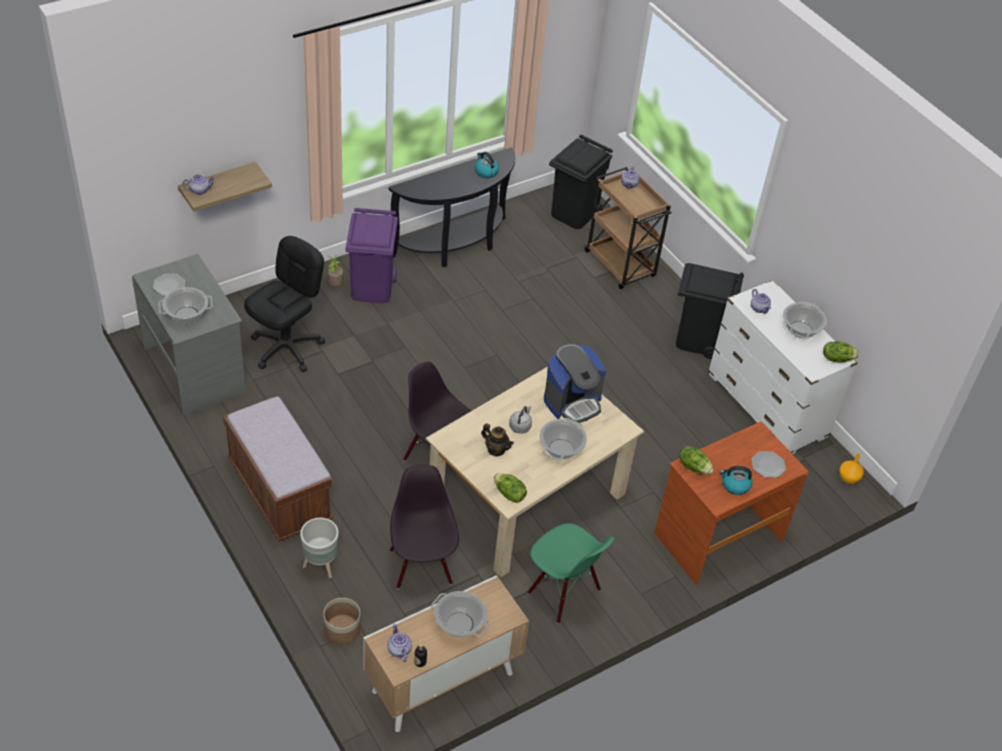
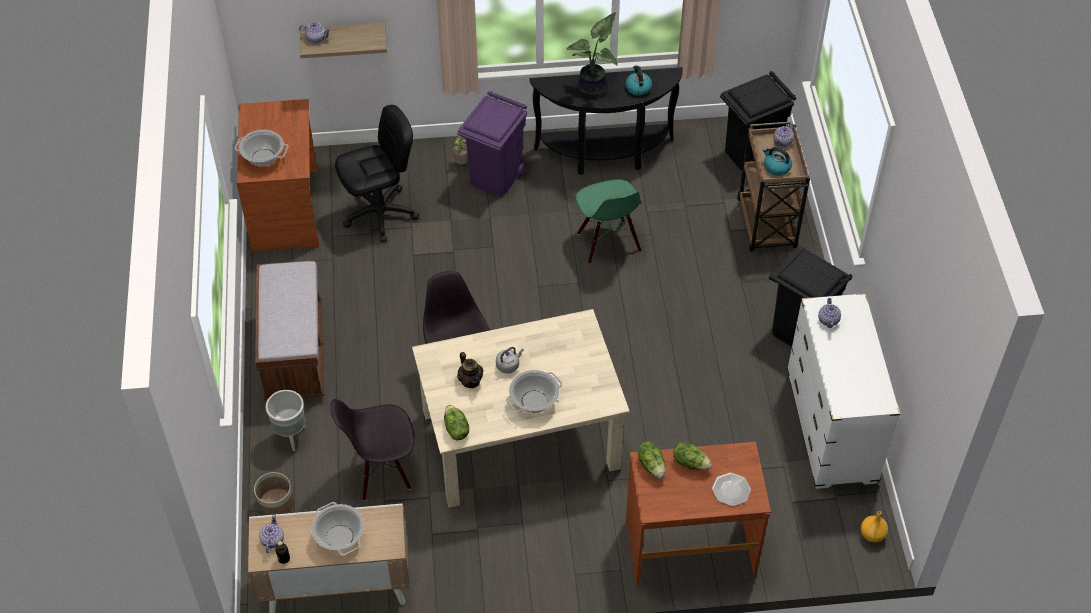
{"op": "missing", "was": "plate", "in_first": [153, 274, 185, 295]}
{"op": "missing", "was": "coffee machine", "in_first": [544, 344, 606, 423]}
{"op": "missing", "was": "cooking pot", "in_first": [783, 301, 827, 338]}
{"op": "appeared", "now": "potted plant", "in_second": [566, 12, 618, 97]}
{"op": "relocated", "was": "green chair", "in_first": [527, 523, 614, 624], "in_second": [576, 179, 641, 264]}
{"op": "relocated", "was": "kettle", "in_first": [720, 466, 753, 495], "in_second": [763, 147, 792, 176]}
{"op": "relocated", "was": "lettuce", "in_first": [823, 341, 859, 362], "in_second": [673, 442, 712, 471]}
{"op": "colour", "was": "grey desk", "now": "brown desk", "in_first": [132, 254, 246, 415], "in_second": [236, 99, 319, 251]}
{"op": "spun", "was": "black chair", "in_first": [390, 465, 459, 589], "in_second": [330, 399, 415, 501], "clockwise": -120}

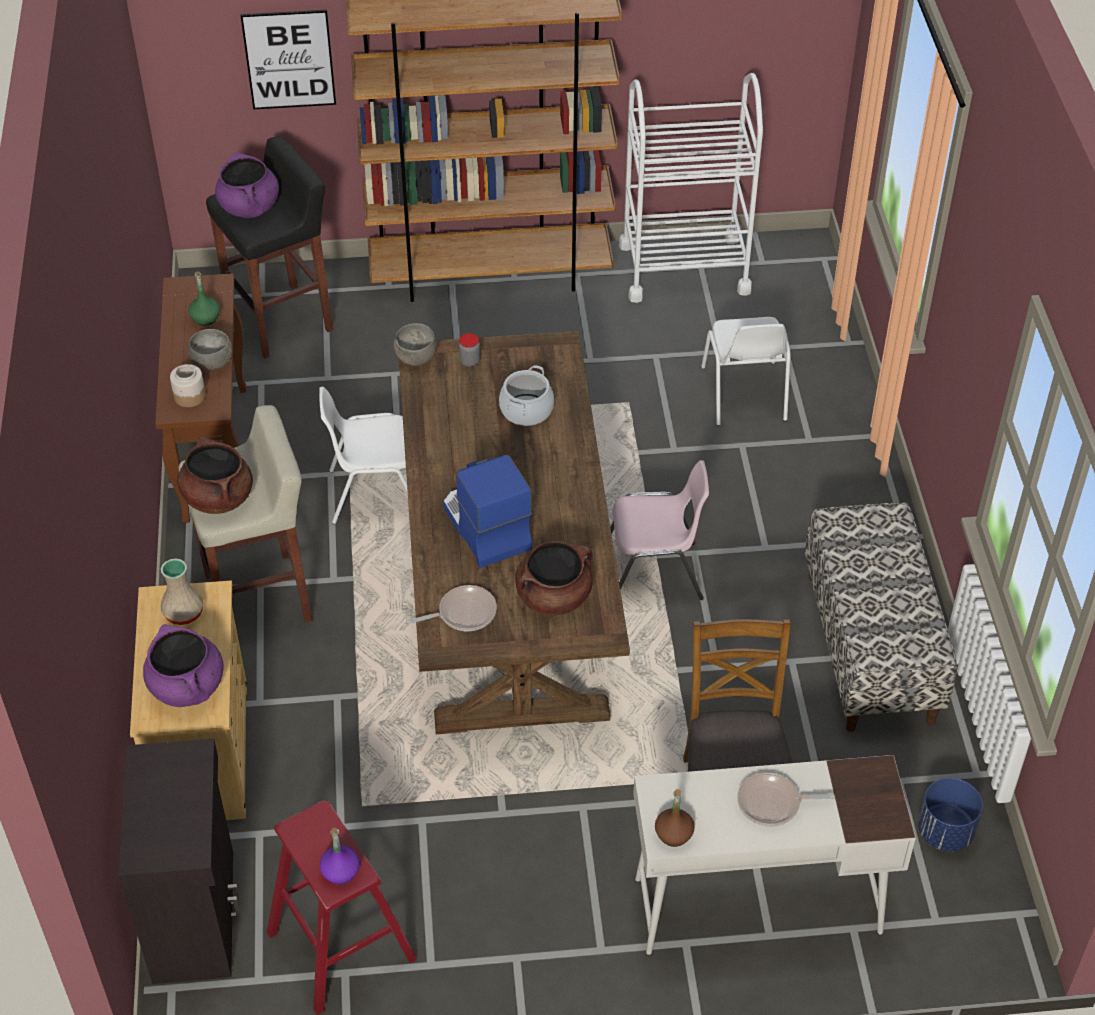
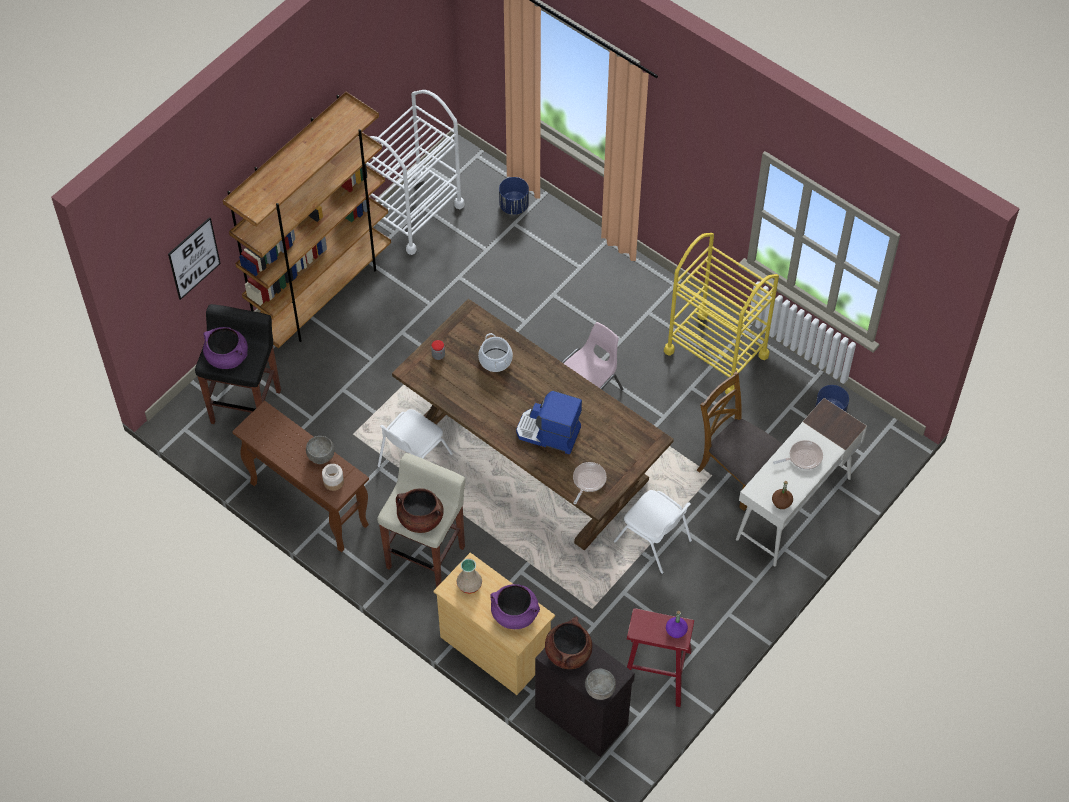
{"op": "missing", "was": "green bottle", "in_first": [188, 271, 220, 326]}
{"op": "appeared", "now": "blue planter", "in_second": [499, 177, 529, 215]}
{"op": "relocated", "was": "grey bowl", "in_first": [393, 323, 437, 366], "in_second": [585, 669, 616, 700]}
{"op": "relocated", "was": "brown cooking pot", "in_first": [515, 541, 593, 615], "in_second": [545, 617, 592, 669]}
{"op": "relocated", "was": "white chair", "in_first": [701, 317, 791, 426], "in_second": [614, 490, 692, 574]}
{"op": "exchanged", "was": "bench", "now": "yellow cart", "in_first": [805, 503, 957, 732], "in_second": [664, 233, 779, 395]}
{"op": "spun", "was": "frying pan", "in_first": [737, 772, 835, 827], "in_second": [773, 440, 823, 470], "clockwise": -150}

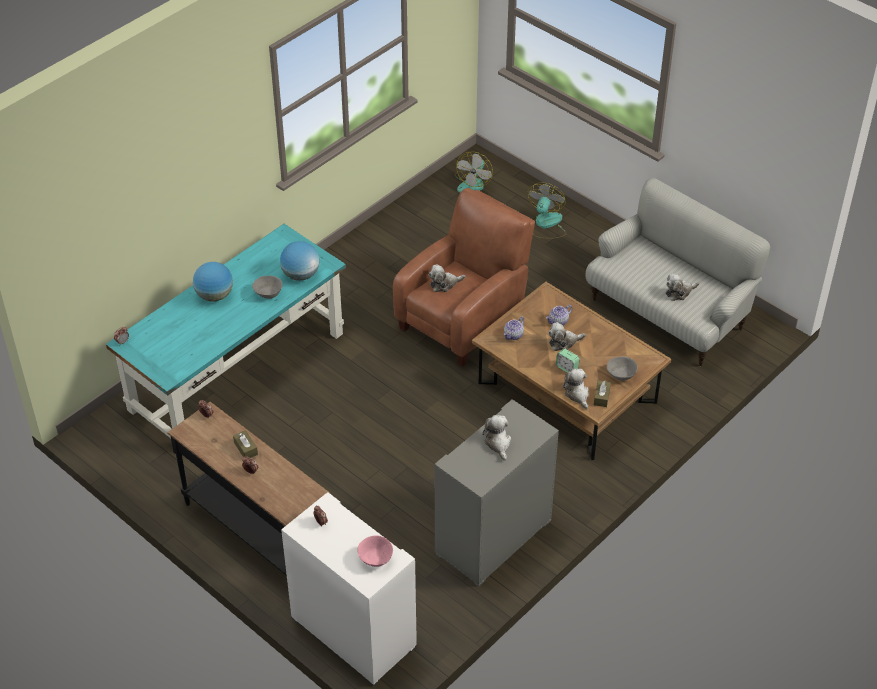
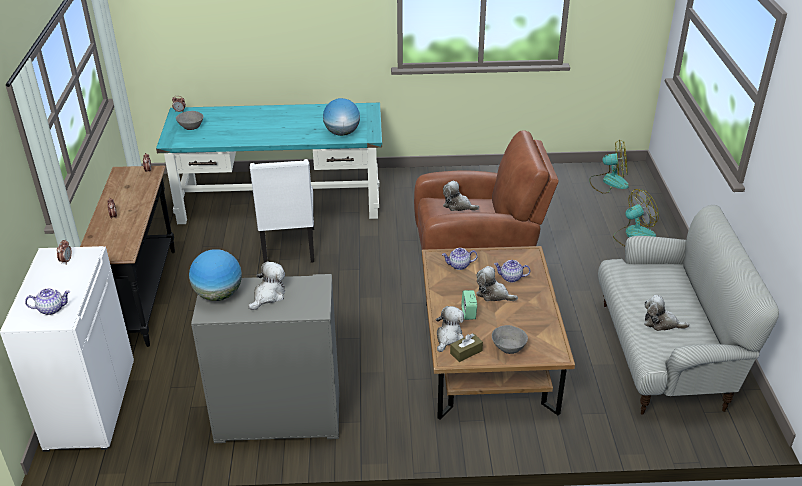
{"op": "missing", "was": "brown tissue box", "in_first": [233, 430, 258, 458]}
{"op": "appeared", "now": "white chair", "in_second": [250, 159, 314, 263]}
{"op": "relocated", "was": "globe", "in_first": [193, 262, 233, 301], "in_second": [189, 249, 242, 301]}
{"op": "relocated", "was": "grey bowl", "in_first": [252, 276, 283, 299], "in_second": [176, 111, 203, 130]}
{"op": "exchanged", "was": "pink bowl", "now": "teapot", "in_first": [357, 535, 393, 567], "in_second": [25, 288, 70, 315]}
{"op": "spun", "was": "fan", "in_first": [455, 152, 493, 193], "in_second": [589, 139, 629, 194], "clockwise": -150}

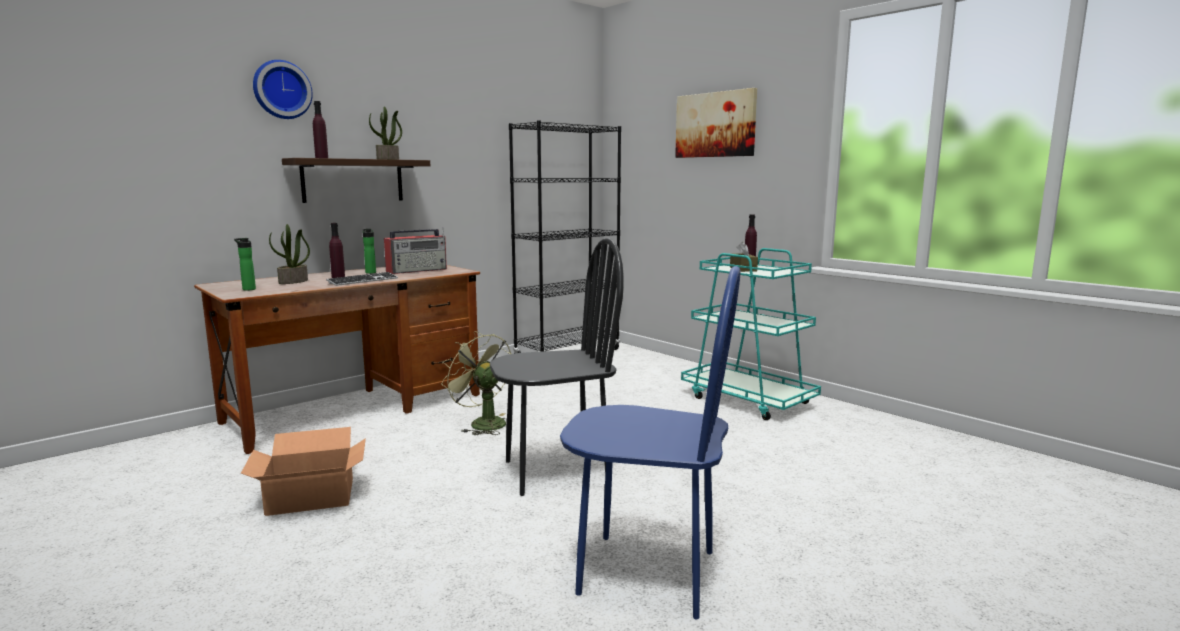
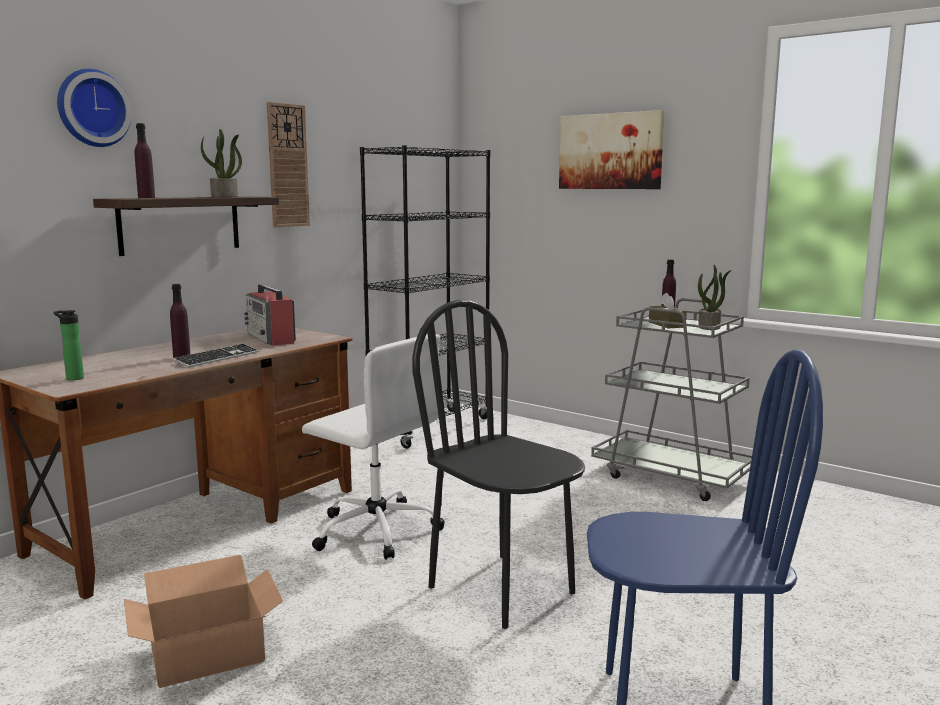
{"op": "missing", "was": "bottle", "in_first": [363, 229, 376, 274]}
{"op": "appeared", "now": "wall clock", "in_second": [267, 102, 310, 227]}
{"op": "relocated", "was": "potted plant", "in_first": [269, 224, 310, 284], "in_second": [698, 265, 731, 330]}
{"op": "exchanged", "was": "green fan", "now": "white office chair", "in_first": [441, 331, 511, 435], "in_second": [302, 334, 445, 560]}
{"op": "colour", "was": "turquoise cart", "now": "grey cart", "in_first": [681, 248, 821, 420], "in_second": [591, 298, 752, 501]}
{"op": "spun", "was": "radio", "in_first": [384, 227, 447, 274], "in_second": [244, 284, 296, 346], "clockwise": 105}
{"op": "spun", "was": "black chair", "in_first": [490, 238, 624, 496], "in_second": [412, 300, 586, 629], "clockwise": -105}

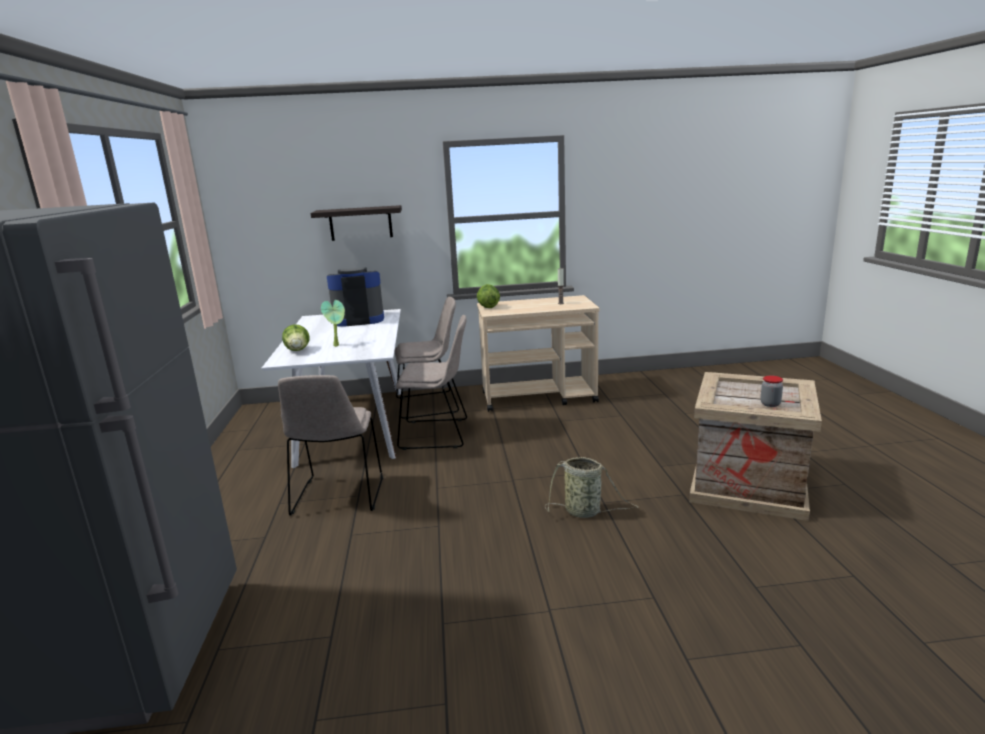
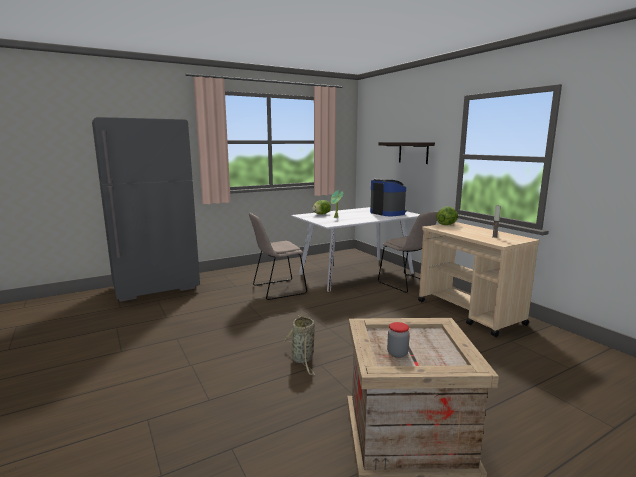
{"op": "missing", "was": "beige chair", "in_first": [396, 315, 467, 450]}

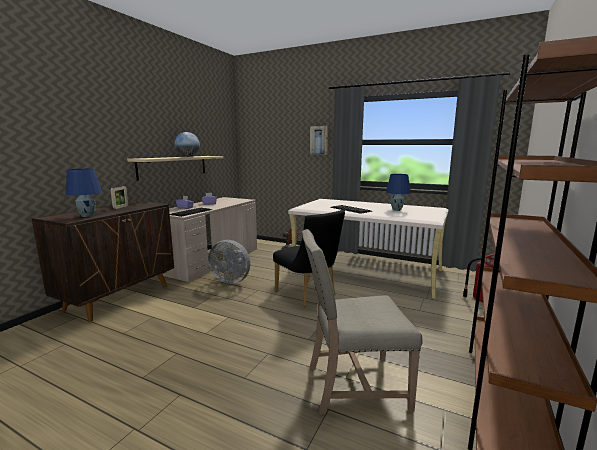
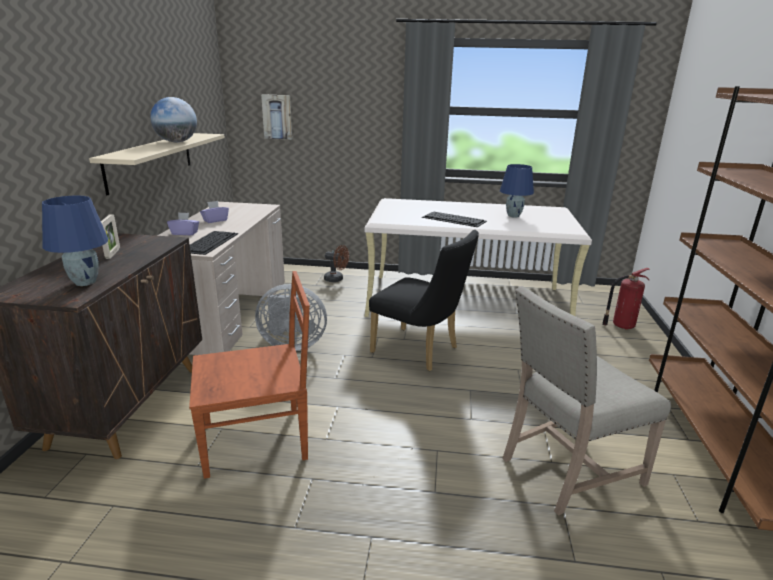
{"op": "appeared", "now": "brown chair", "in_second": [189, 271, 310, 479]}
{"op": "relocated", "was": "picture", "in_first": [310, 126, 328, 154], "in_second": [261, 94, 292, 140]}

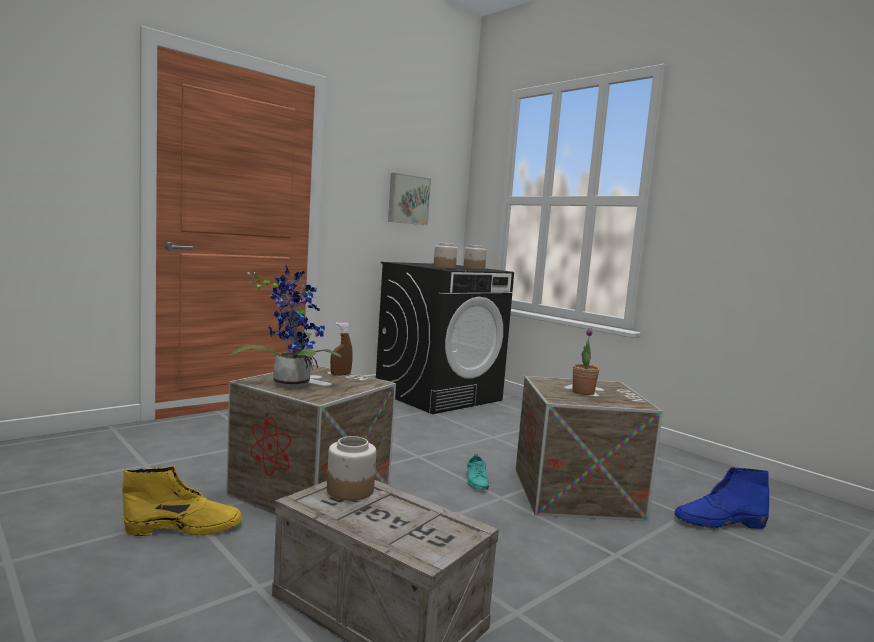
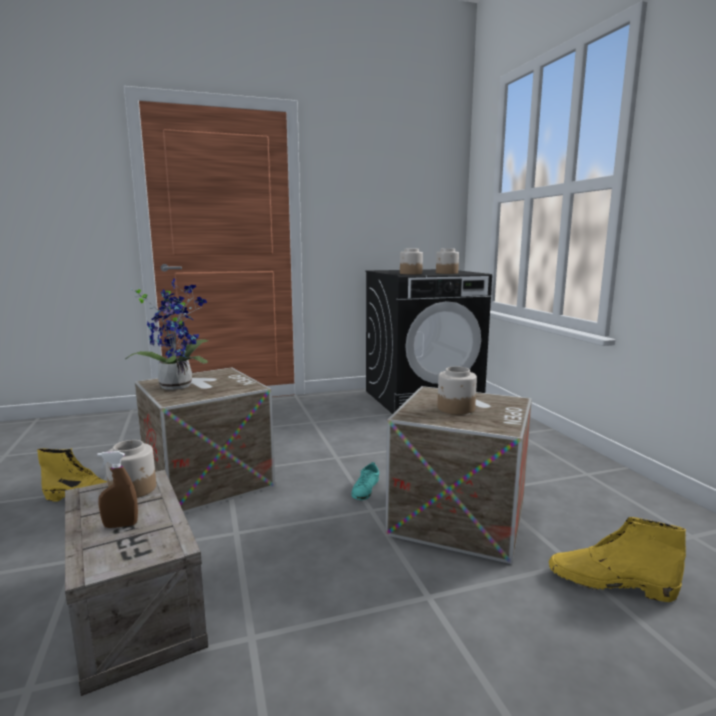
{"op": "missing", "was": "picture", "in_first": [388, 173, 431, 225]}
{"op": "relocated", "was": "brown spray bottle", "in_first": [330, 322, 353, 376], "in_second": [97, 451, 138, 528]}
{"op": "exchanged", "was": "potted plant", "now": "jar", "in_first": [573, 329, 599, 395], "in_second": [437, 366, 477, 415]}
{"op": "colour", "was": "blue boot", "now": "yellow boot", "in_first": [675, 467, 769, 529], "in_second": [549, 517, 686, 602]}

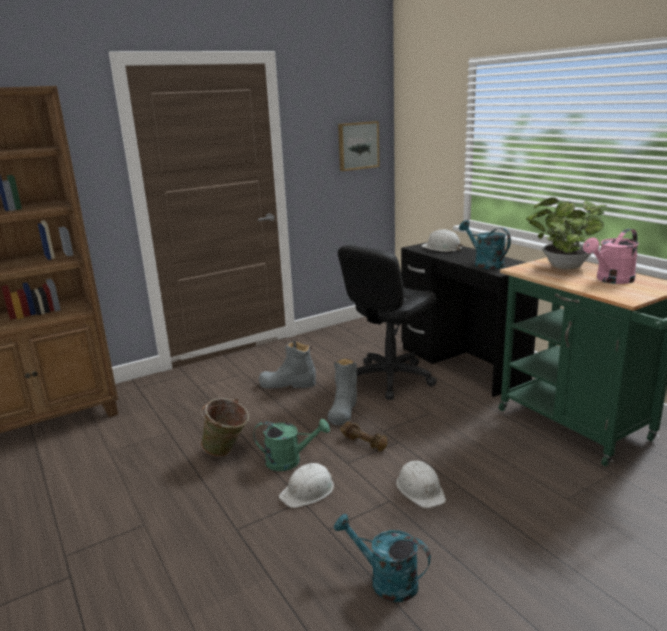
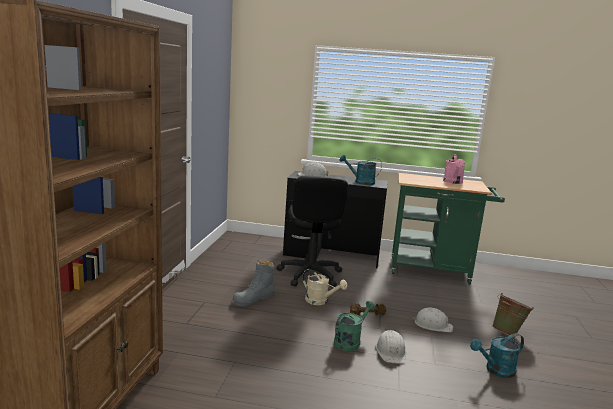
{"op": "missing", "was": "picture", "in_first": [338, 121, 379, 171]}
{"op": "missing", "was": "potted plant", "in_first": [526, 197, 607, 270]}
{"op": "relocated", "was": "green bucket", "in_first": [201, 398, 249, 457], "in_second": [492, 293, 534, 337]}
{"op": "exchanged", "was": "grey boot", "now": "beige watering can", "in_first": [328, 358, 357, 425], "in_second": [302, 269, 347, 305]}

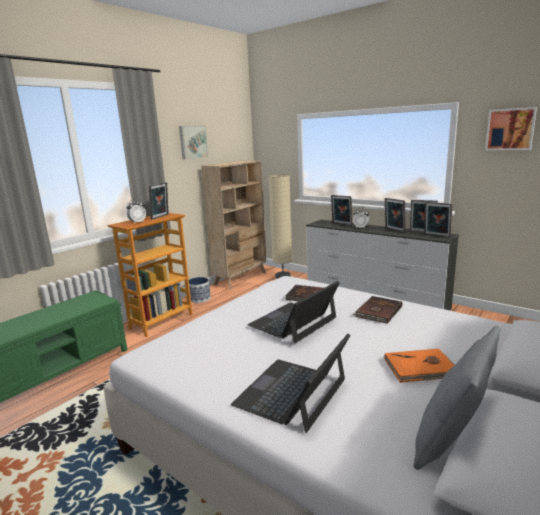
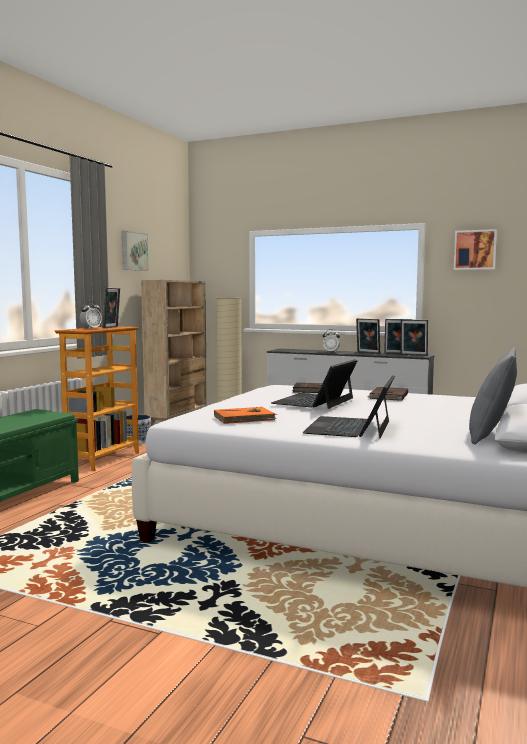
{"op": "missing", "was": "picture frame", "in_first": [331, 195, 352, 225]}
{"op": "relocated", "was": "orange book", "in_first": [385, 349, 454, 383], "in_second": [214, 407, 277, 424]}

